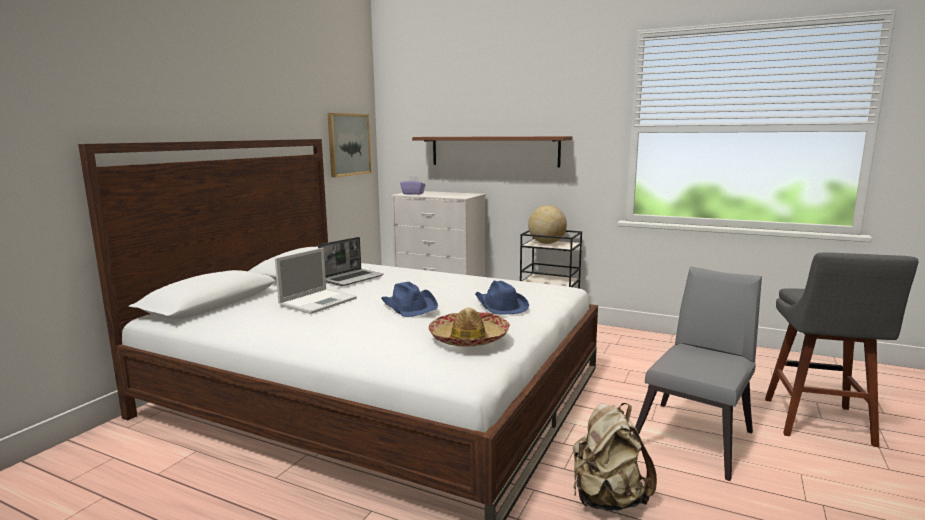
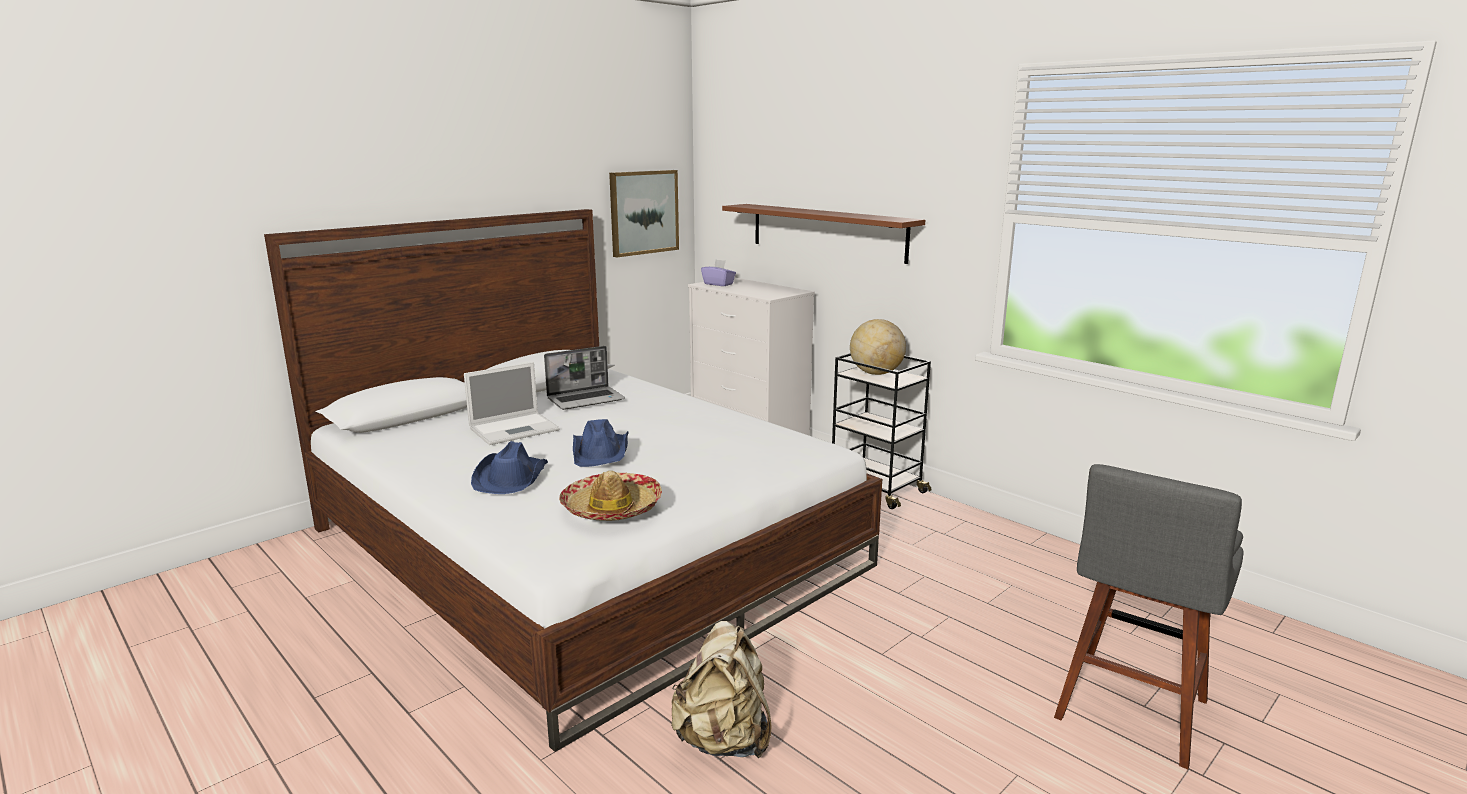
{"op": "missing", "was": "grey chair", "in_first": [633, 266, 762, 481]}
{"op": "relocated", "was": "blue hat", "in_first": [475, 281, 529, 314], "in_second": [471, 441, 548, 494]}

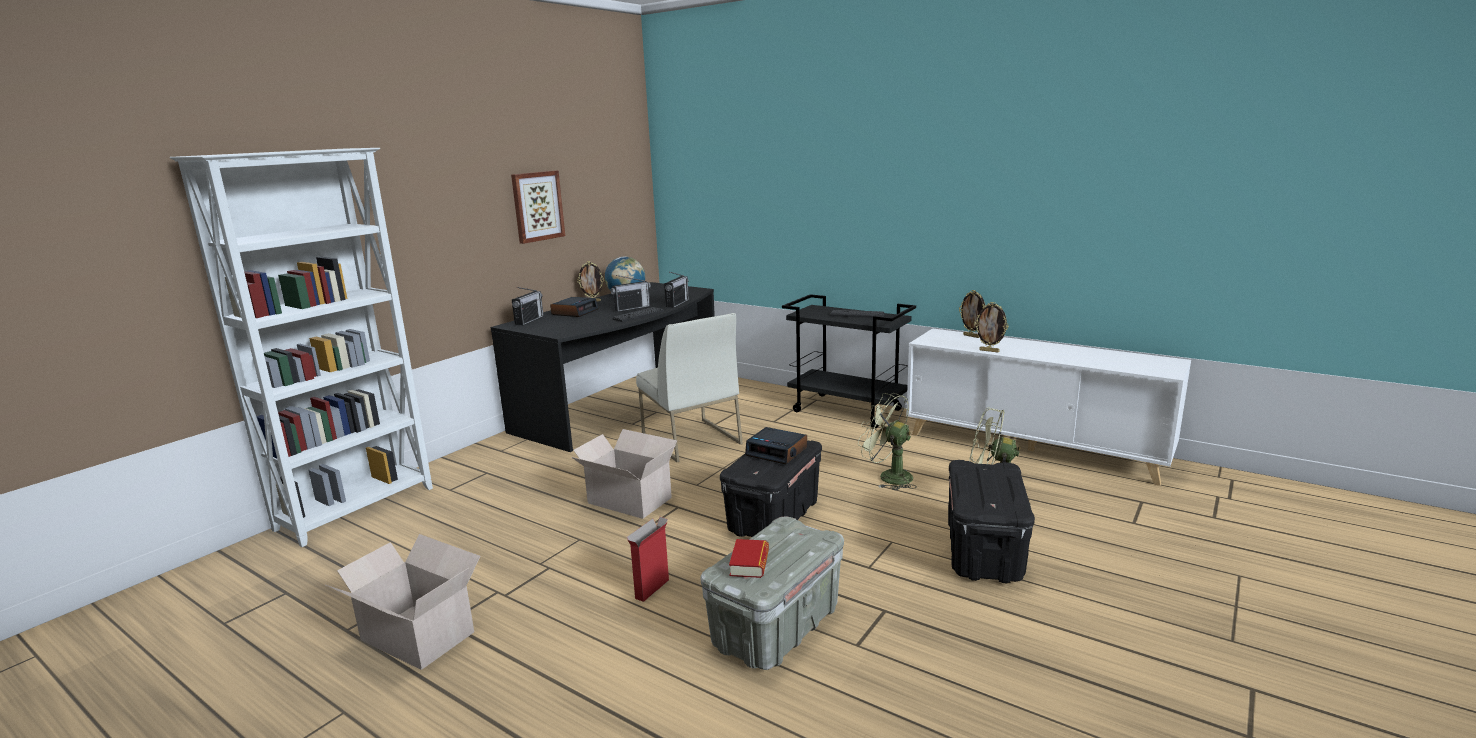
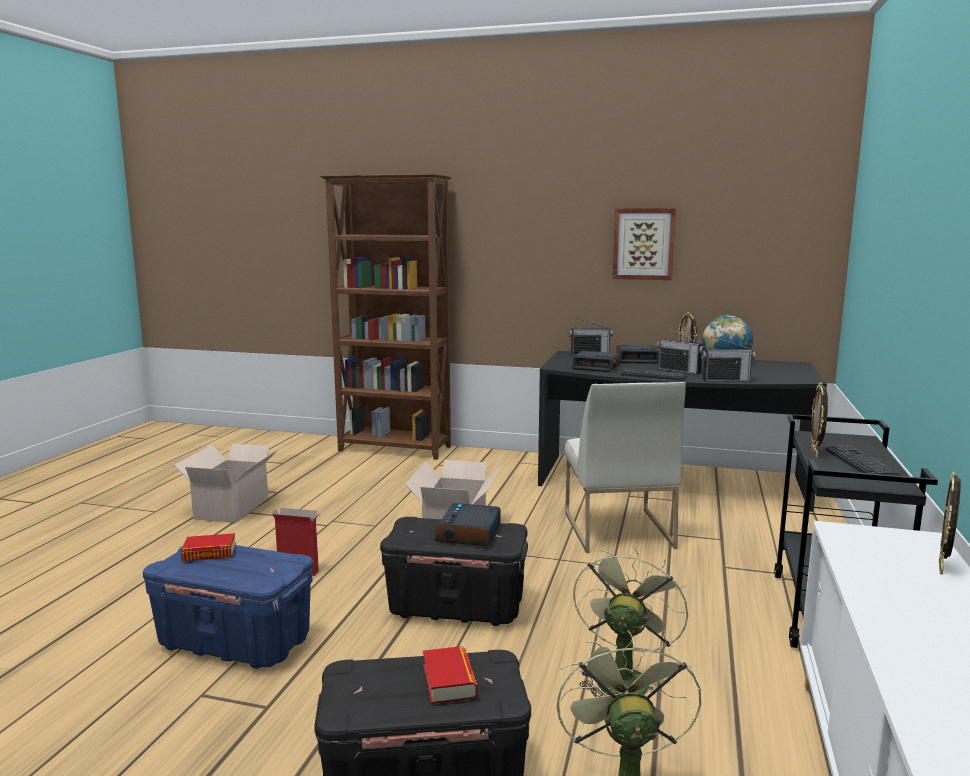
{"op": "appeared", "now": "book", "in_second": [423, 646, 477, 704]}
{"op": "appeared", "now": "alarm clock", "in_second": [572, 351, 621, 372]}
{"op": "relocated", "was": "picture frame", "in_first": [974, 302, 1009, 352], "in_second": [811, 382, 828, 458]}
{"op": "colour", "was": "white bookcase", "now": "brown bookcase", "in_first": [170, 148, 433, 547], "in_second": [320, 174, 452, 460]}
{"op": "colour", "was": "grey storage box", "now": "blue storage box", "in_first": [700, 517, 844, 670], "in_second": [143, 544, 313, 669]}
{"op": "spun", "was": "white chair", "in_first": [636, 313, 743, 462], "in_second": [565, 382, 686, 553], "clockwise": -45}

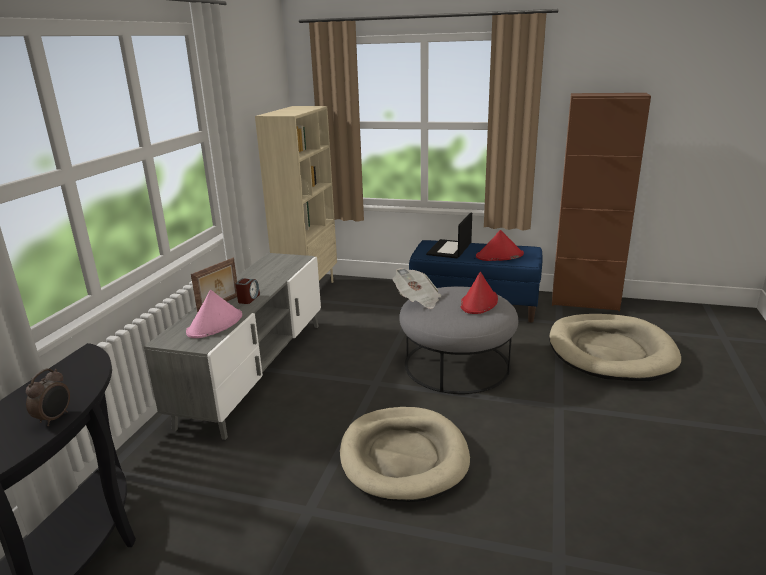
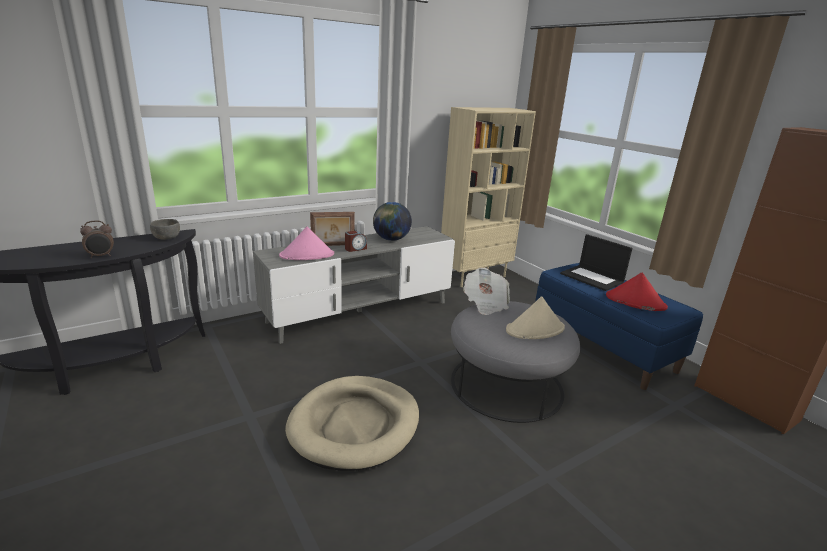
{"op": "missing", "was": "beige dog bed", "in_first": [549, 314, 681, 381]}
{"op": "appeared", "now": "grey bowl", "in_second": [150, 219, 180, 240]}
{"op": "appeared", "now": "globe", "in_second": [373, 202, 412, 241]}
{"op": "colour", "was": "red hat", "now": "beige hat", "in_first": [460, 272, 498, 314], "in_second": [506, 296, 565, 339]}
{"op": "spun", "was": "laptop", "in_first": [426, 213, 472, 258], "in_second": [560, 234, 632, 291], "clockwise": -105}

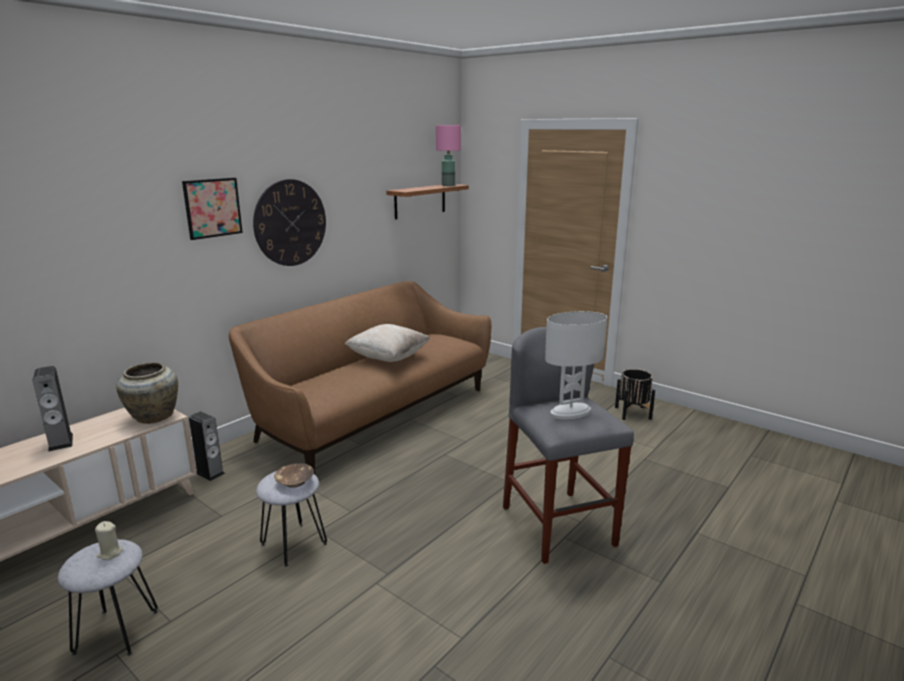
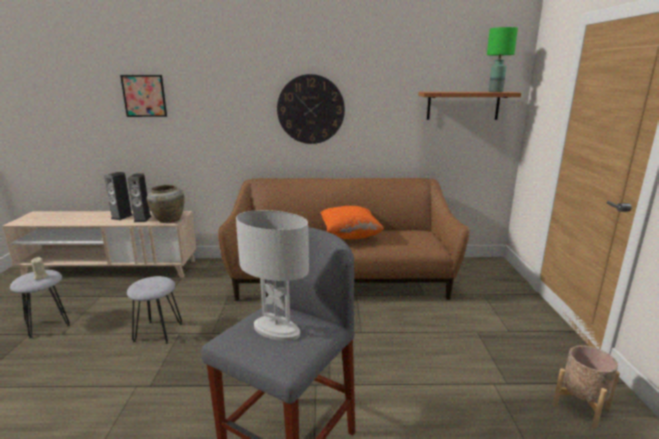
{"op": "missing", "was": "brown bowl", "in_first": [274, 464, 314, 488]}
{"op": "relocated", "was": "picture", "in_first": [182, 178, 243, 240], "in_second": [120, 75, 167, 117]}
{"op": "relocated", "was": "speaker", "in_first": [189, 412, 225, 481], "in_second": [128, 173, 152, 222]}
{"op": "colour", "was": "beige pillow", "now": "orange pillow", "in_first": [345, 324, 430, 362], "in_second": [321, 206, 384, 239]}
{"op": "colour", "was": "pink table lamp", "now": "green table lamp", "in_first": [436, 125, 461, 186], "in_second": [487, 27, 518, 92]}
{"op": "colour", "was": "black planter", "now": "beige planter", "in_first": [615, 369, 655, 420], "in_second": [553, 345, 620, 428]}

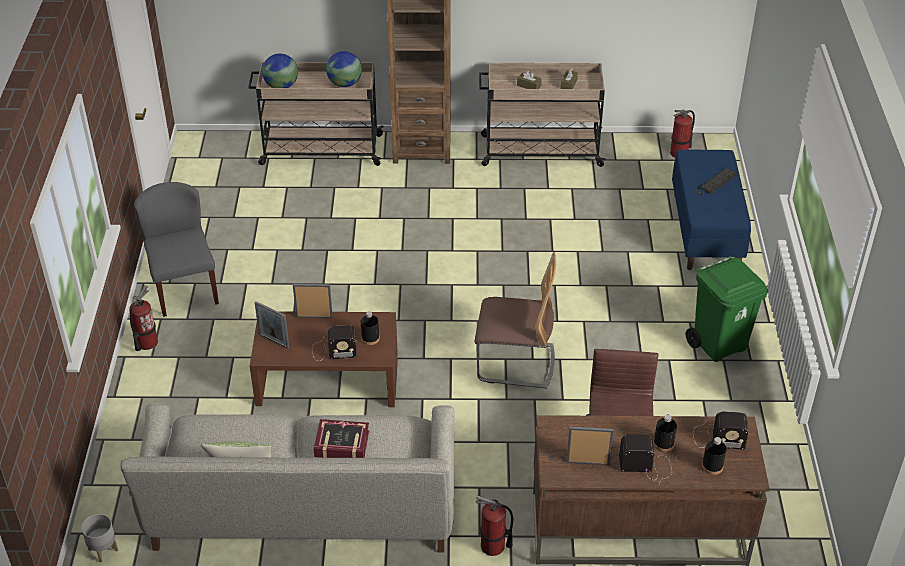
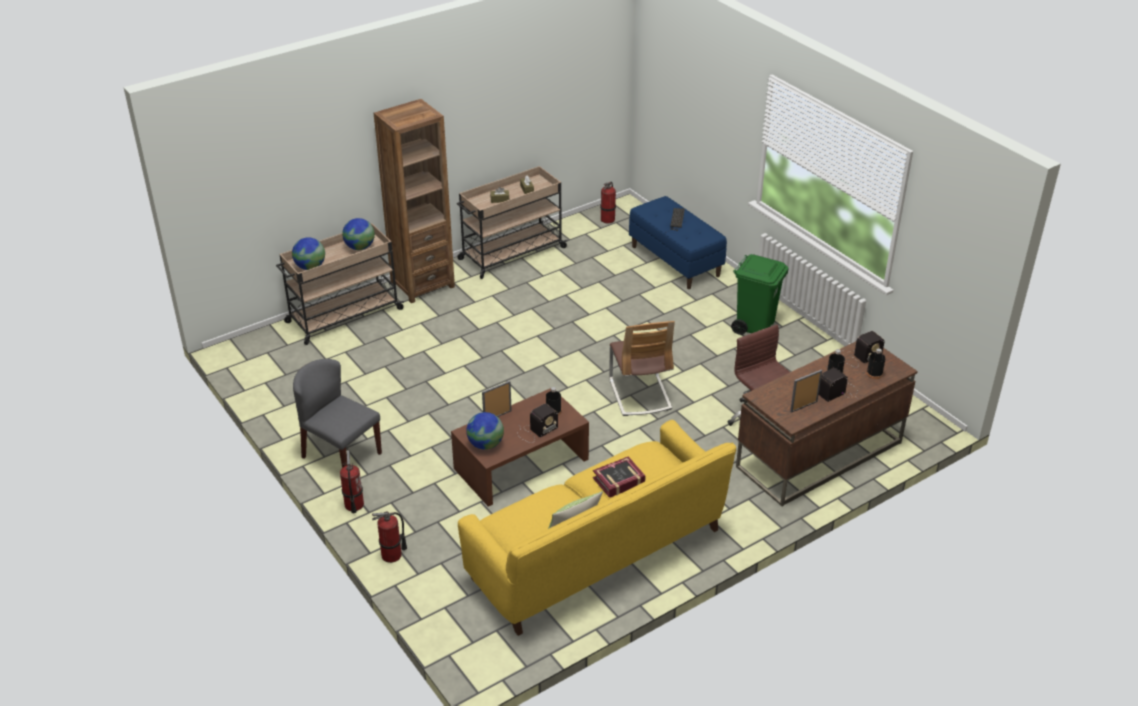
{"op": "missing", "was": "grey planter", "in_first": [81, 514, 118, 562]}
{"op": "relocated", "was": "fire extinguisher", "in_first": [476, 496, 513, 556], "in_second": [372, 511, 407, 563]}
{"op": "exchanged", "was": "picture frame", "now": "globe", "in_first": [254, 301, 289, 349], "in_second": [466, 412, 504, 450]}
{"op": "colour", "was": "grey sofa", "now": "yellow sofa", "in_first": [120, 403, 455, 553], "in_second": [458, 420, 736, 636]}
{"op": "spun", "was": "chair", "in_first": [474, 252, 556, 389], "in_second": [609, 321, 675, 416], "clockwise": 105}

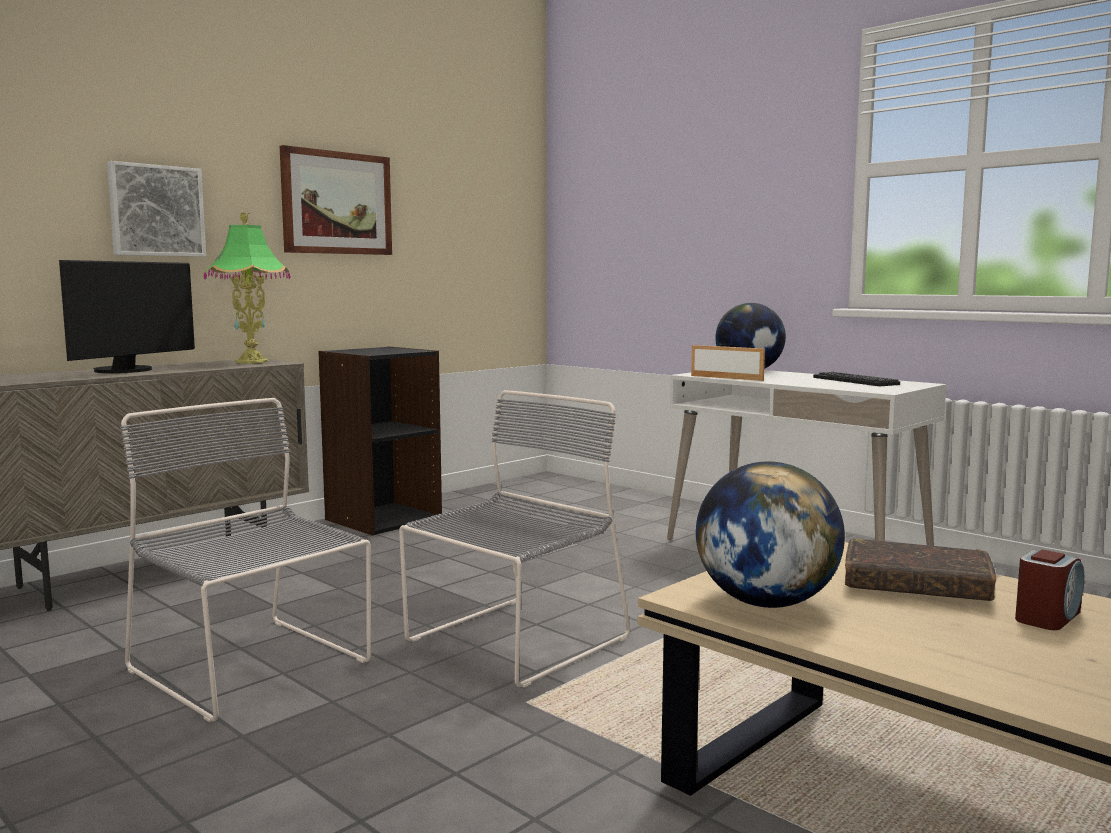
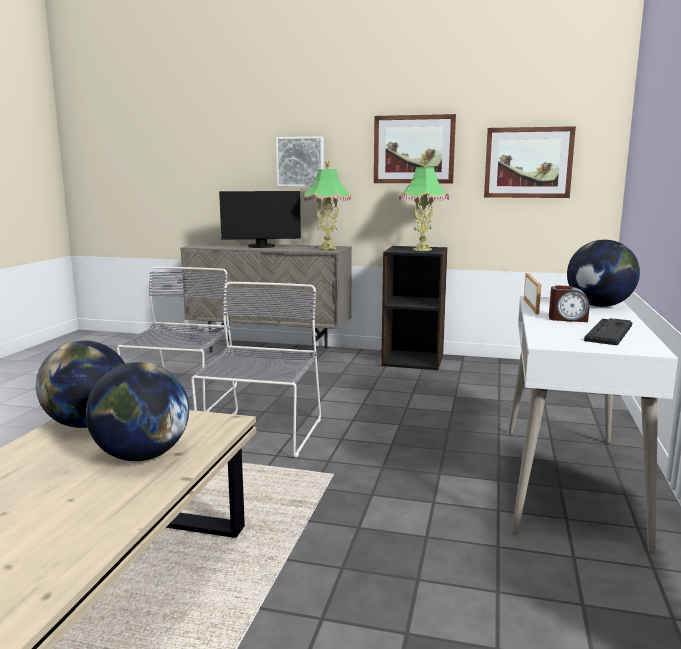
{"op": "appeared", "now": "table lamp", "in_second": [399, 159, 449, 251]}
{"op": "appeared", "now": "picture", "in_second": [484, 126, 576, 198]}
{"op": "relocated", "was": "alarm clock", "in_first": [1015, 550, 1084, 630], "in_second": [549, 285, 590, 322]}
{"op": "exchanged", "was": "brown book", "now": "globe", "in_first": [845, 539, 996, 601], "in_second": [86, 362, 189, 461]}
{"op": "spun", "was": "grey chair", "in_first": [399, 390, 630, 687], "in_second": [191, 282, 321, 457], "clockwise": -90}

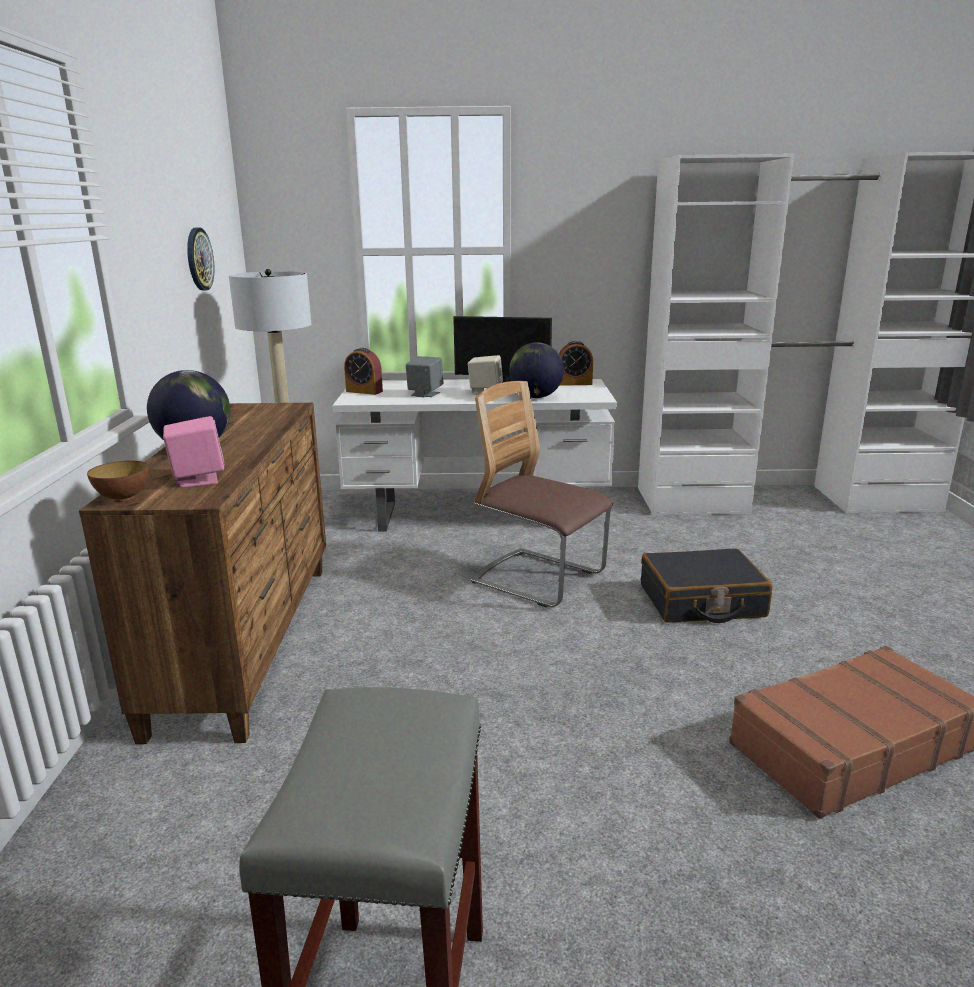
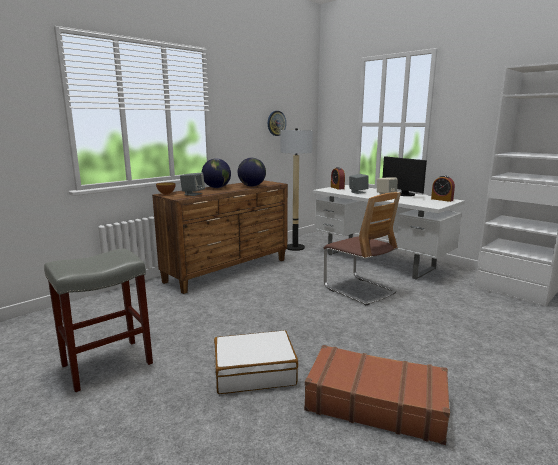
{"op": "missing", "was": "black suitcase", "in_first": [641, 548, 773, 623]}
{"op": "appeared", "now": "white suitcase", "in_second": [214, 330, 298, 394]}
{"op": "relocated", "was": "globe", "in_first": [509, 342, 564, 398], "in_second": [238, 158, 266, 187]}
{"op": "colour", "was": "pink speaker", "now": "grey speaker", "in_first": [163, 416, 225, 488], "in_second": [180, 173, 205, 196]}
{"op": "spun", "was": "chair", "in_first": [471, 381, 613, 607], "in_second": [324, 192, 401, 306], "clockwise": 150}

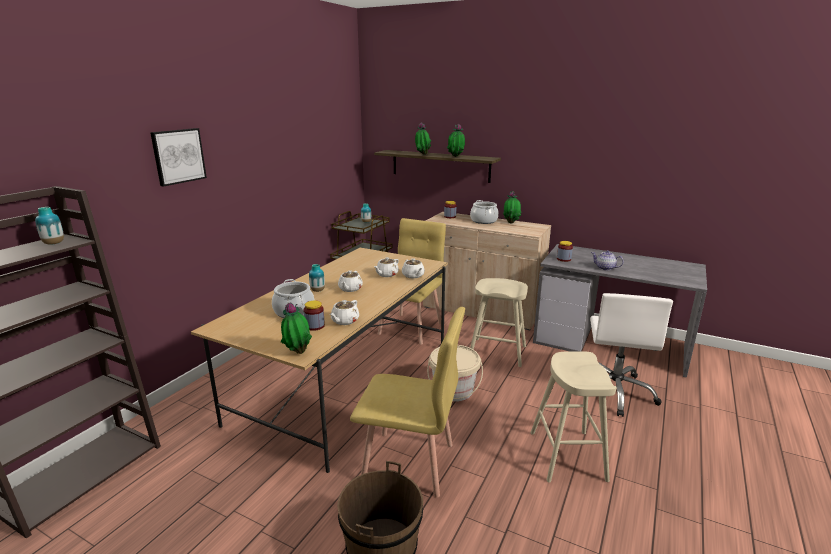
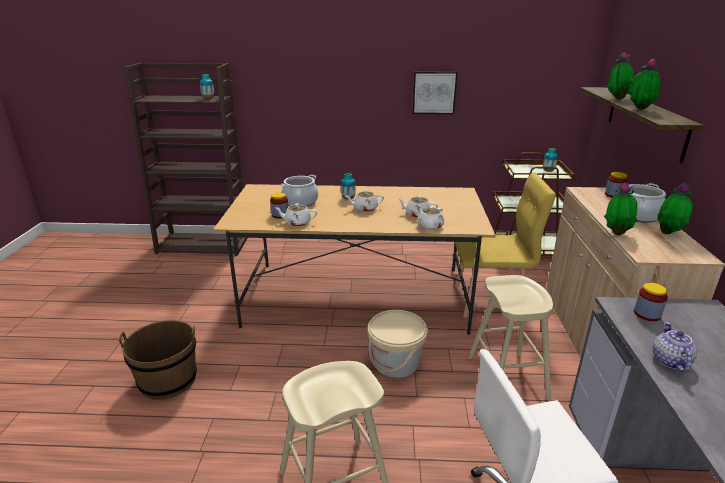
{"op": "missing", "was": "yellow chair", "in_first": [350, 307, 465, 498]}
{"op": "relocated", "was": "picture", "in_first": [150, 128, 207, 187], "in_second": [413, 71, 457, 114]}
{"op": "relocated", "was": "potted plant", "in_first": [281, 302, 312, 354], "in_second": [604, 183, 637, 235]}

